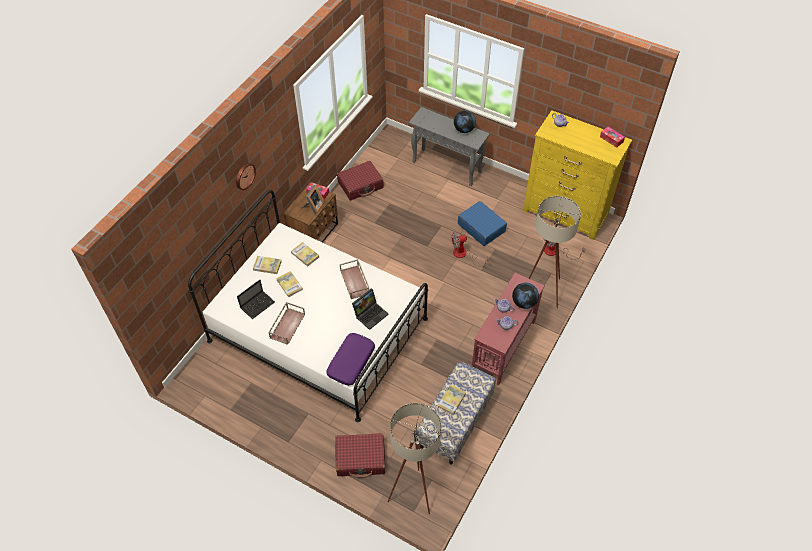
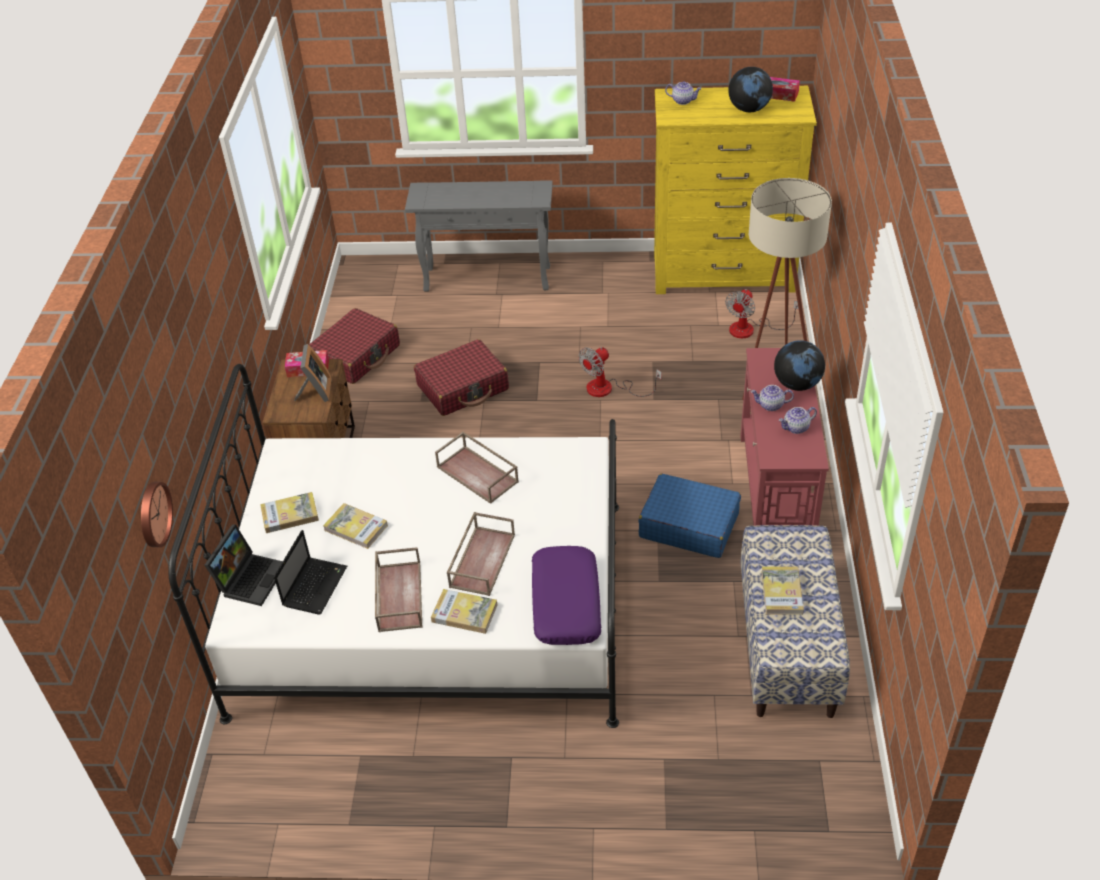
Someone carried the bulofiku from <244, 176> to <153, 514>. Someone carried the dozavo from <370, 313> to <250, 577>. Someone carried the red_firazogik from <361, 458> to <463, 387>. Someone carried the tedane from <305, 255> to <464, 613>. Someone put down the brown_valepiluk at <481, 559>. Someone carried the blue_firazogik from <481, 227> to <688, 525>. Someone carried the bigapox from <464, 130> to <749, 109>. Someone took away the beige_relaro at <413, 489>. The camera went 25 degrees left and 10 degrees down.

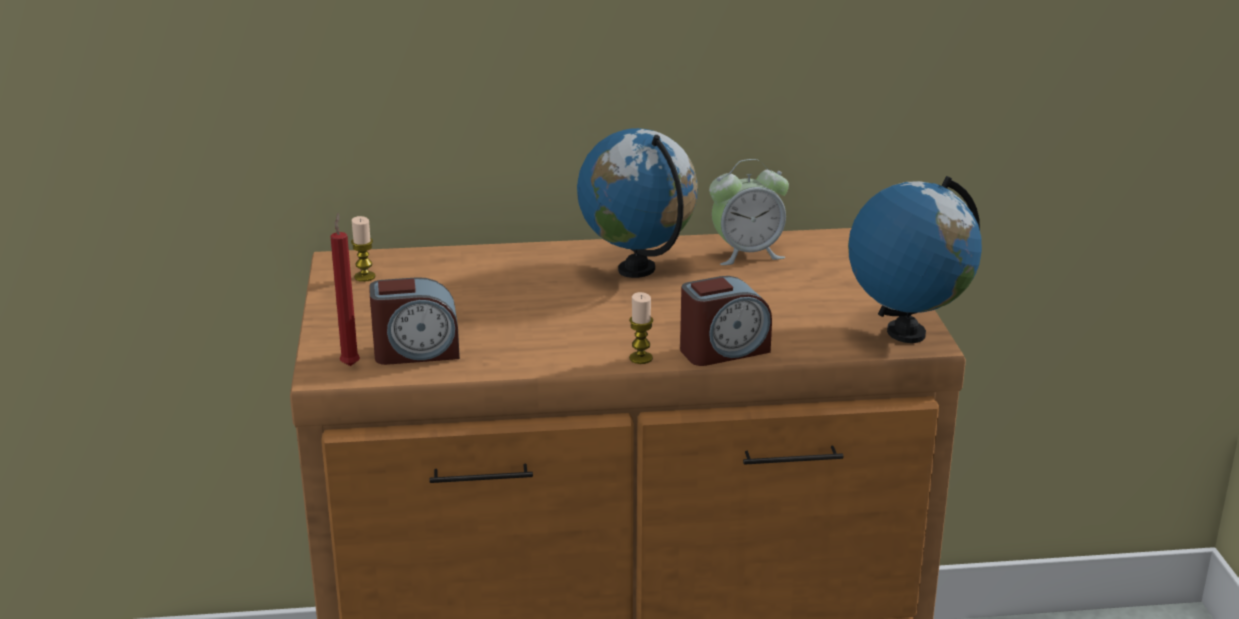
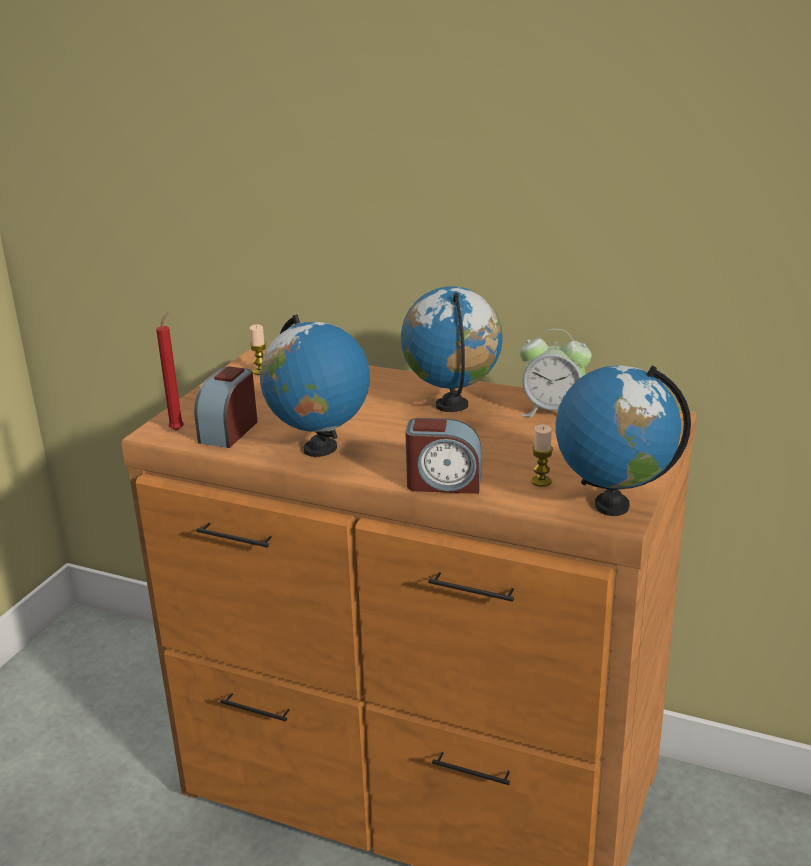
Someone rotated the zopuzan at <416, 352> by 90 degrees clockwise. Someone put down the bigapox at <319, 449>. Someone carried the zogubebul from <641, 358> to <541, 481>. The camera went 30 degrees right and 0 degrees up.

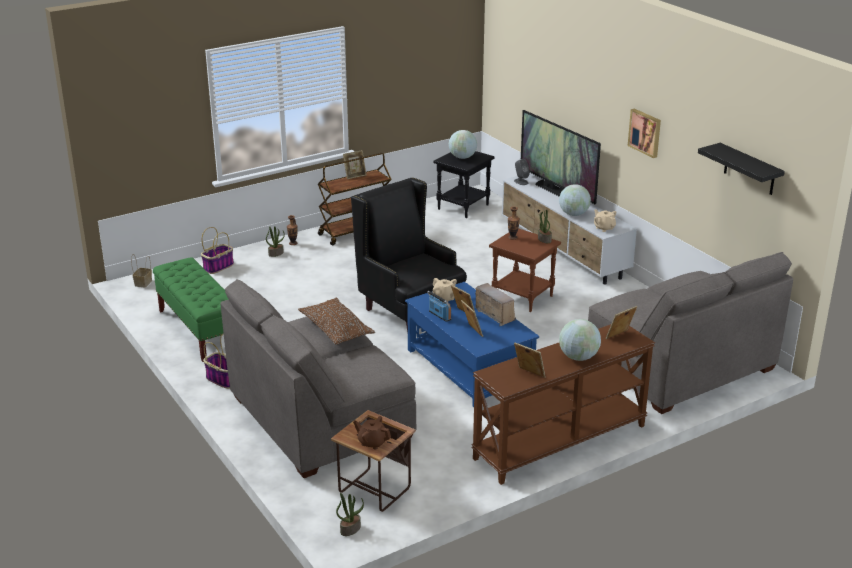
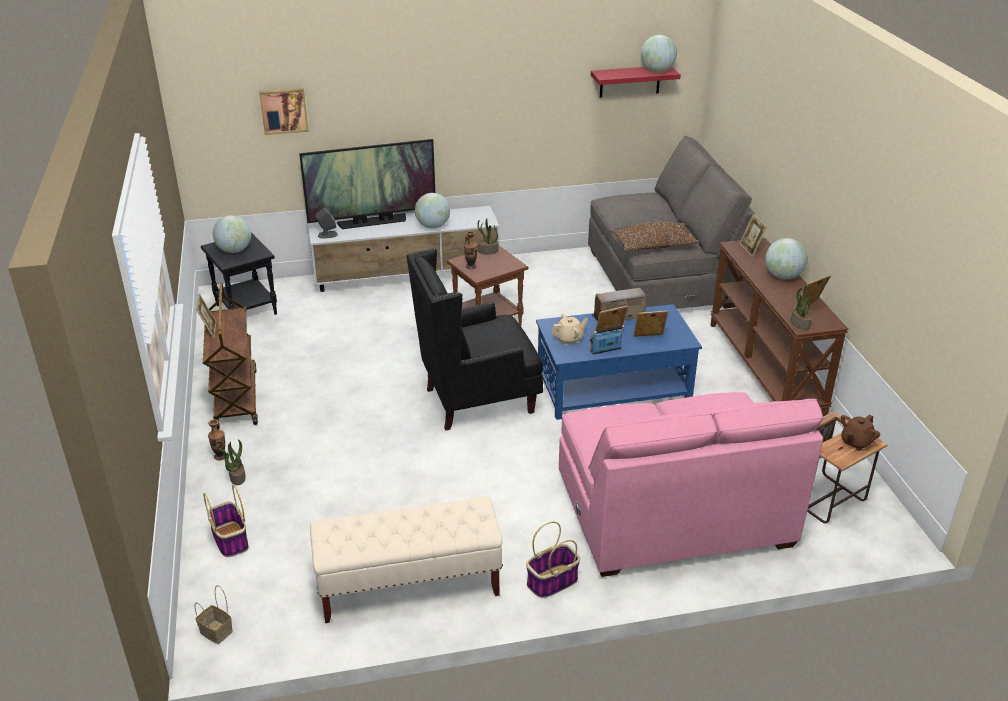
Someone carried the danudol from <645, 132> to <284, 110>. Someone repainted the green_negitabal at <199, 330>, which became the beige_negitabal at <408, 586>. Someone repainted the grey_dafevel at <321, 417>, which became the pink_dafevel at <672, 511>. Someone repainted the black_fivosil at <749, 170>, which became the red_fivosil at <630, 81>. Someone carried the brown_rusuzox from <336, 329> to <653, 245>. Someone put down the bigapox at <657, 71>. Someone carried the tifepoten from <350, 529> to <799, 324>. Someone took away the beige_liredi at <604, 228>. The camera went 70 degrees left and 5 degrees up.

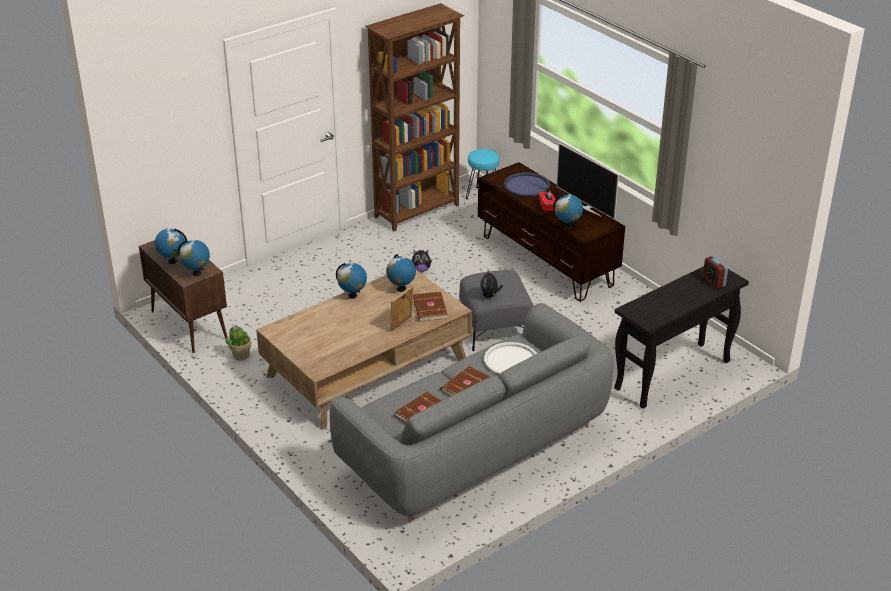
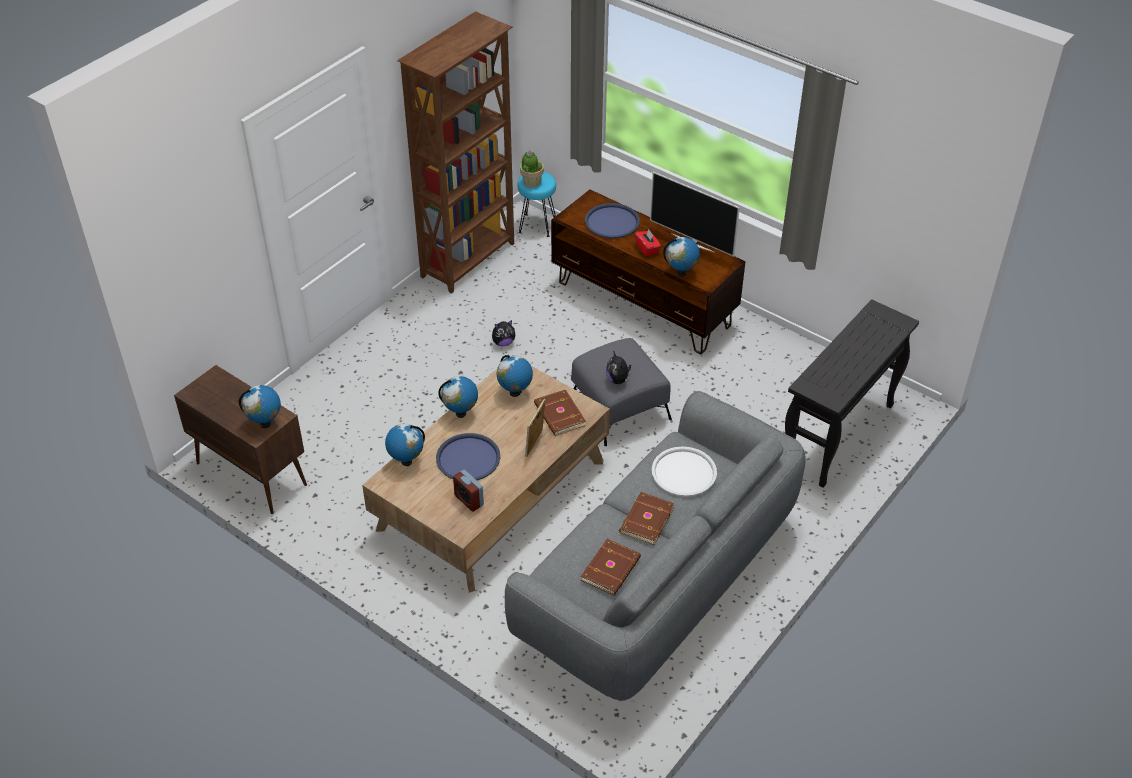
Someone carried the bigapox from <172, 261> to <406, 461>. Someone put down the blue_valepiluk at <468, 458>. Someone carried the zopuzan from <714, 282> to <469, 500>. Someone carried the tifepoten from <240, 355> to <531, 182>. The camera went 15 degrees left and 10 degrees up.

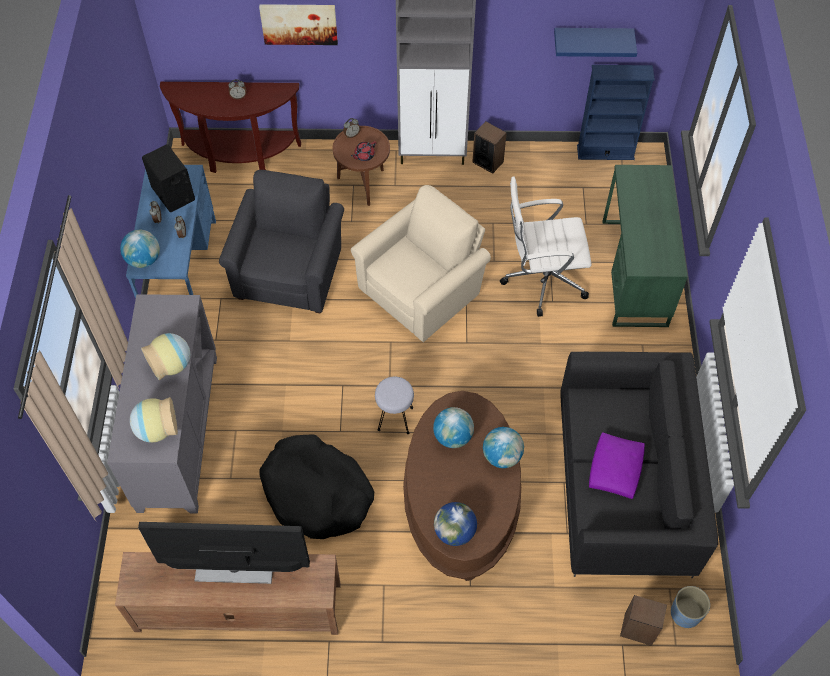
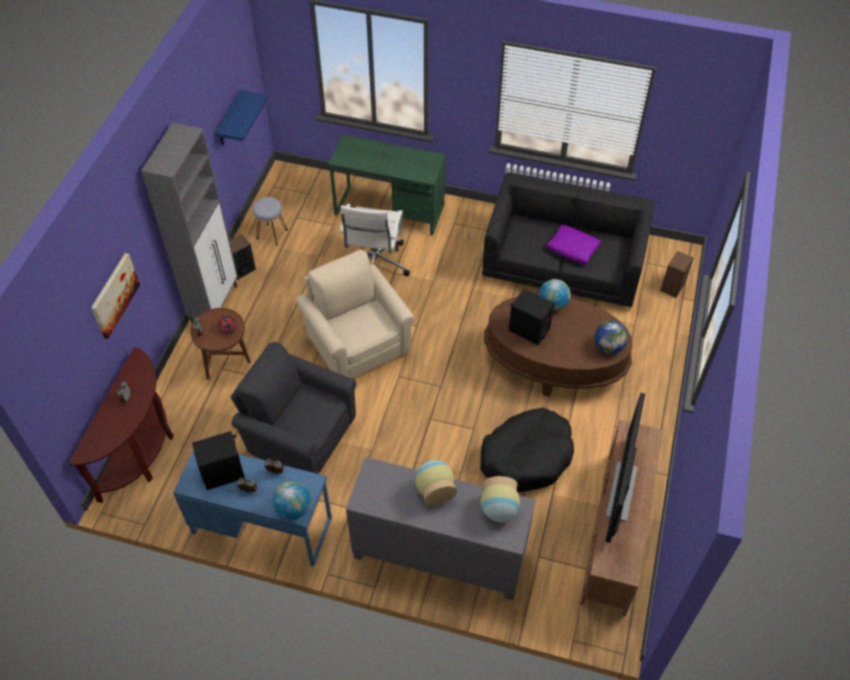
Someone carried the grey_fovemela from <394, 418> to <272, 234>. Someone swapped the bigapox at <453, 436> for the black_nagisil at <528, 330>. Someone took away the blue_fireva at <605, 152>. Someone took away the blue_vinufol at <685, 613>. The camera went 75 degrees left and 5 degrees down.

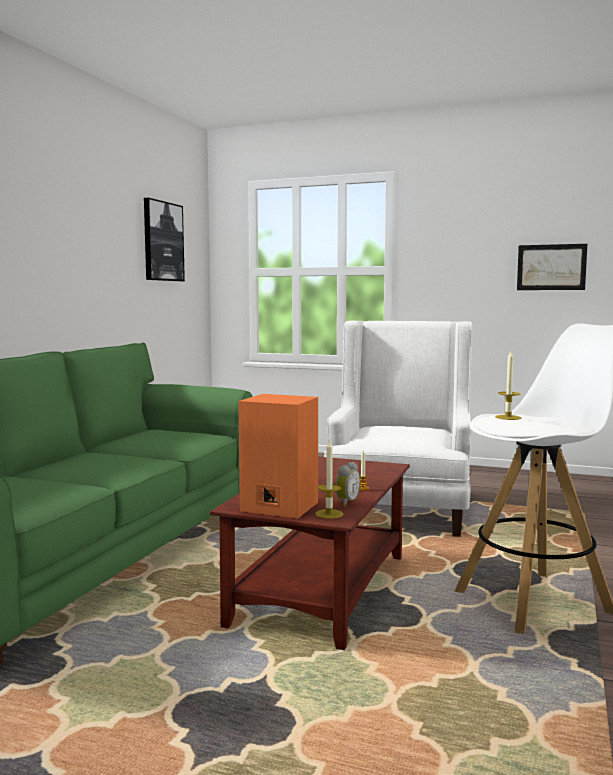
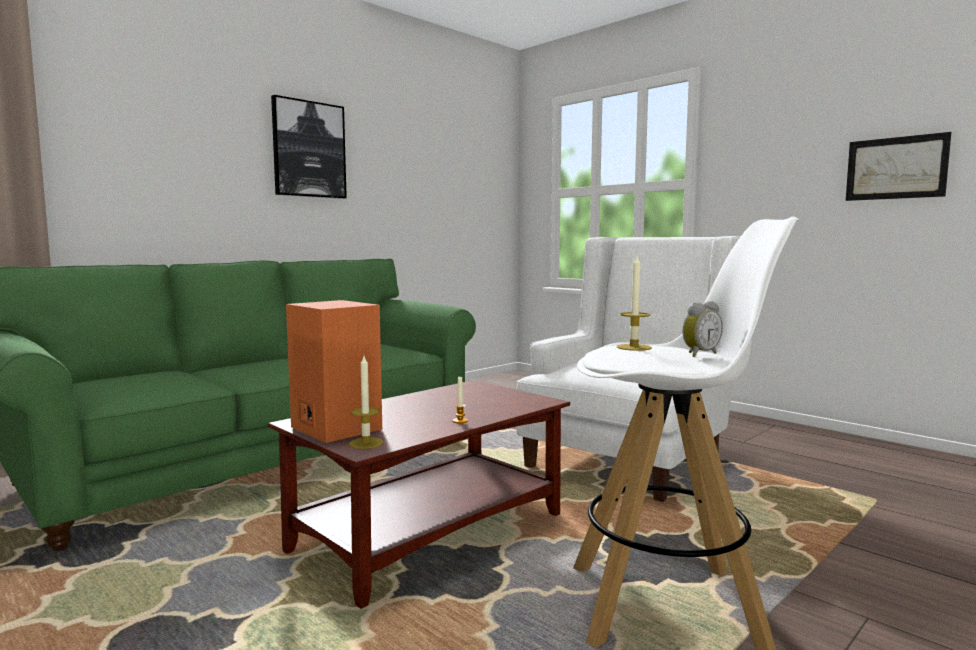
Someone carried the danudol from <162, 241> to <309, 149>. Someone carried the zopuzan from <345, 502> to <699, 354>. The camera went 25 degrees right and 0 degrees up.

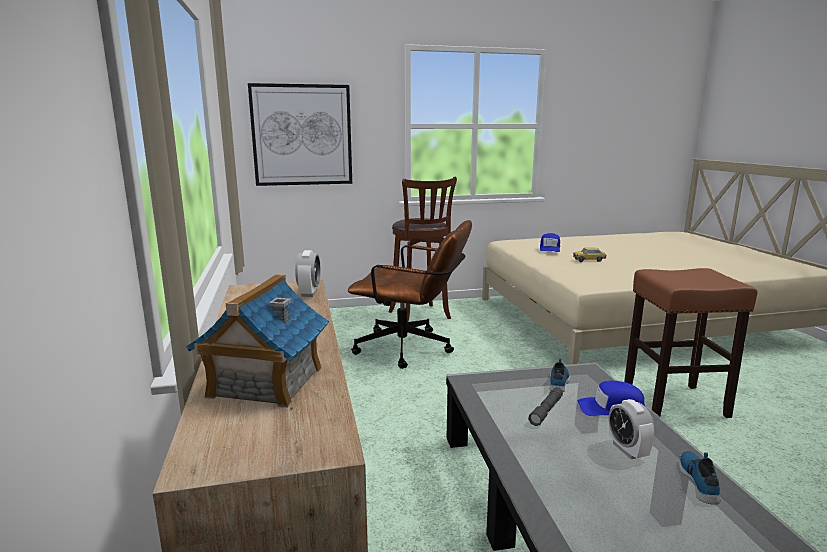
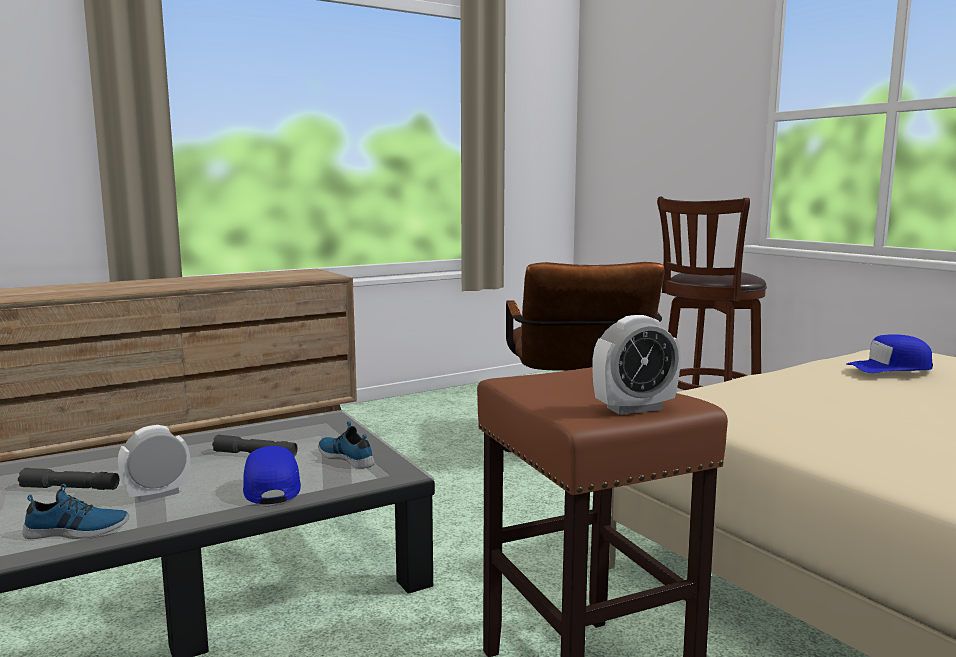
Someone put down the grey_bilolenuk at <70, 488>. Someone rotated the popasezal at <559, 381> by 135 degrees counterclockwise. Someone carried the zopuzan from <309, 293> to <634, 408>. Someone took away the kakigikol at <265, 382>. Someone took away the danudol at <302, 135>. Someone took away the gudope at <589, 260>. The camera went 70 degrees right and 5 degrees down.

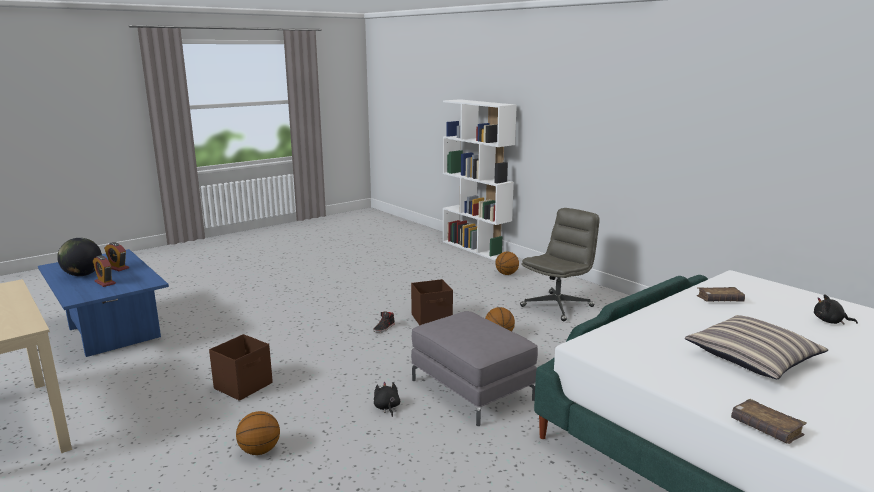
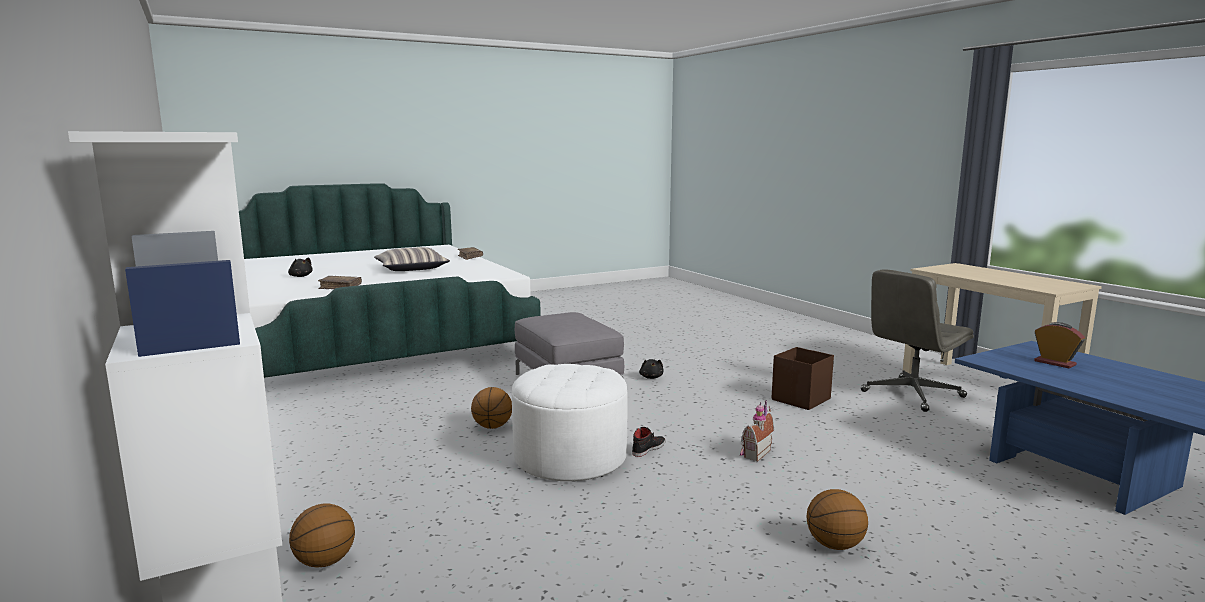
Someone swapped the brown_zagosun at <432, 319> for the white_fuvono at <570, 457>. Someone put down the kakigikol at <754, 453>. Someone carried the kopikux from <259, 450> to <835, 545>. Someone carried the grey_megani from <557, 306> to <912, 395>. Someone took away the bigapox at <83, 275>. Someone took away the zopuzan at <118, 268>. The camera went 170 degrees left and 5 degrees down.

